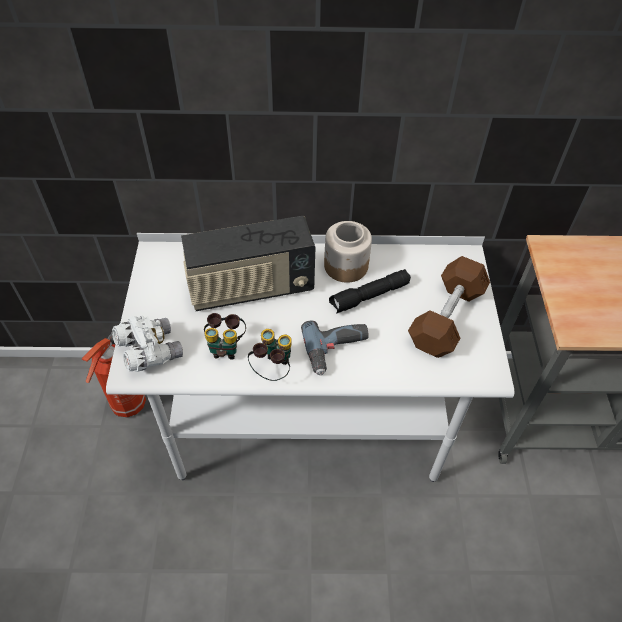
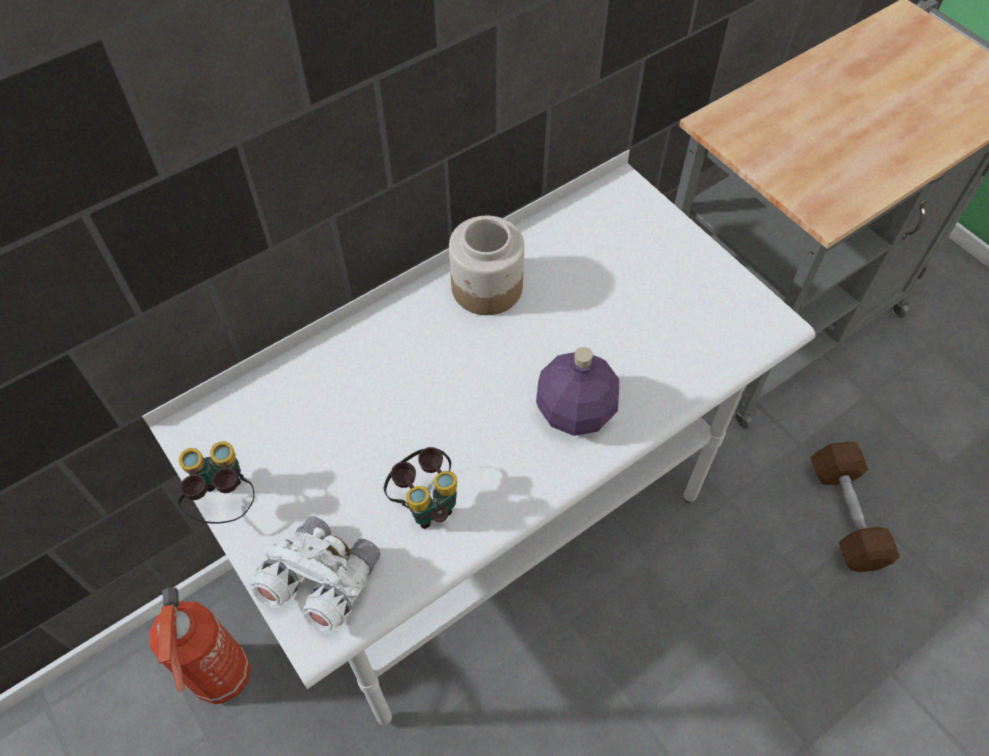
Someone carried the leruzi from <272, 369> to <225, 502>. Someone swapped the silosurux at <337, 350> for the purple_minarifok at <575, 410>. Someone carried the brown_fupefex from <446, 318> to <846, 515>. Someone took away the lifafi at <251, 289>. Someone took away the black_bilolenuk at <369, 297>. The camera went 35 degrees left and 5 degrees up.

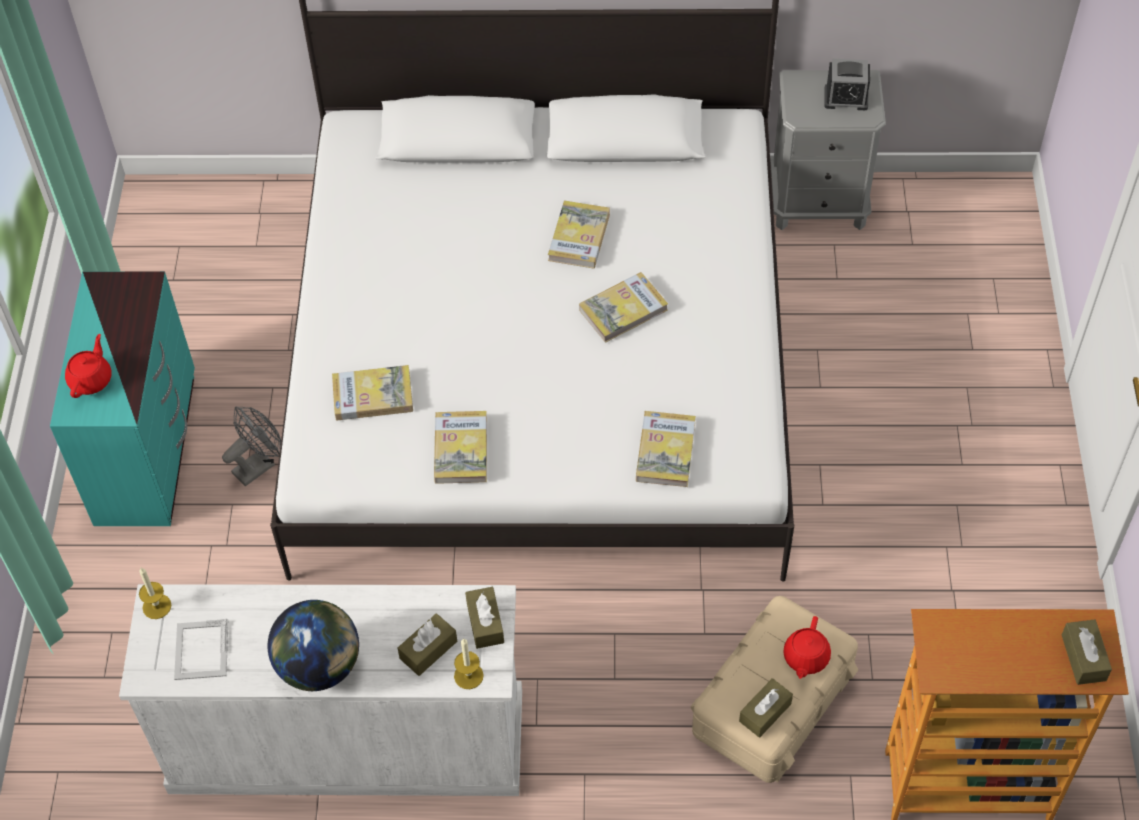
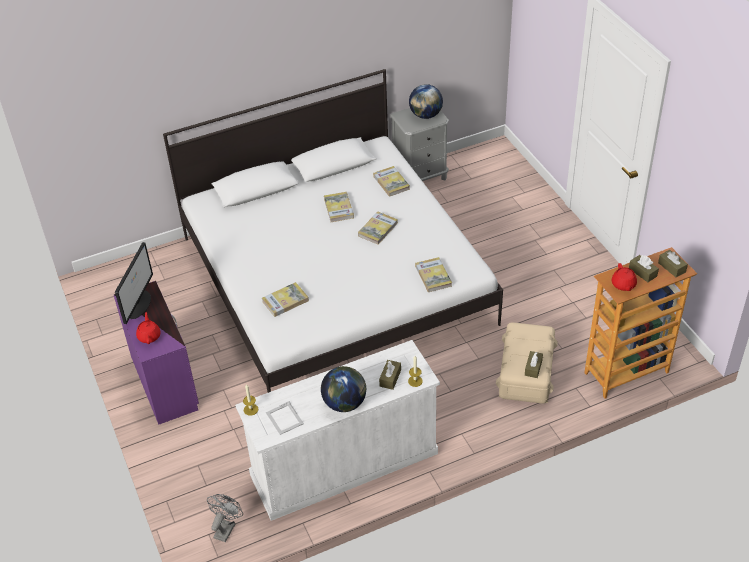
Someone repainted the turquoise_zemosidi at <148, 448>, which became the purple_zemosidi at <165, 382>. Someone put down the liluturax at <138, 304>. Someone carried the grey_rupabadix from <258, 465> to <226, 528>. Someone carried the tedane from <461, 449> to <391, 183>. Someone swapped the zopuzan at <846, 98> for the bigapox at <426, 115>. Someone carried the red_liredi from <805, 658> to <623, 285>. Someone carried the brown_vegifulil from <485, 623> to <642, 272>. The camera went 25 degrees left and 10 degrees down.

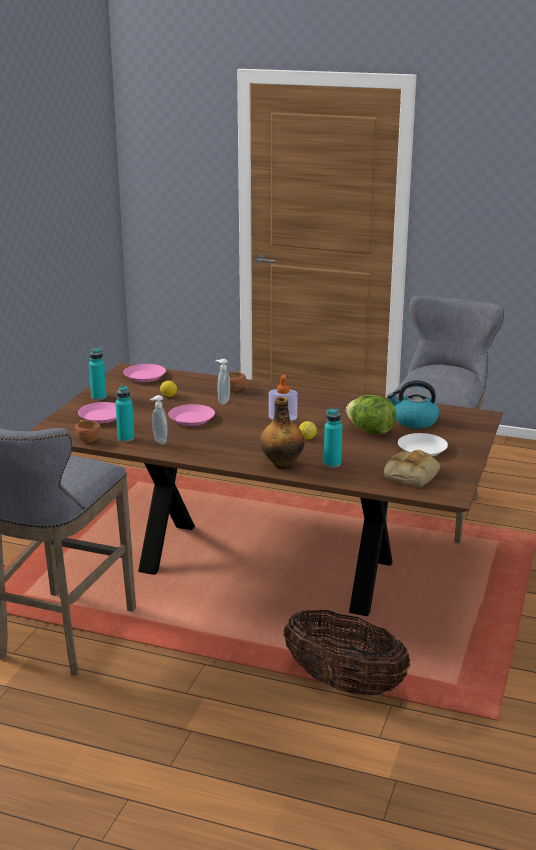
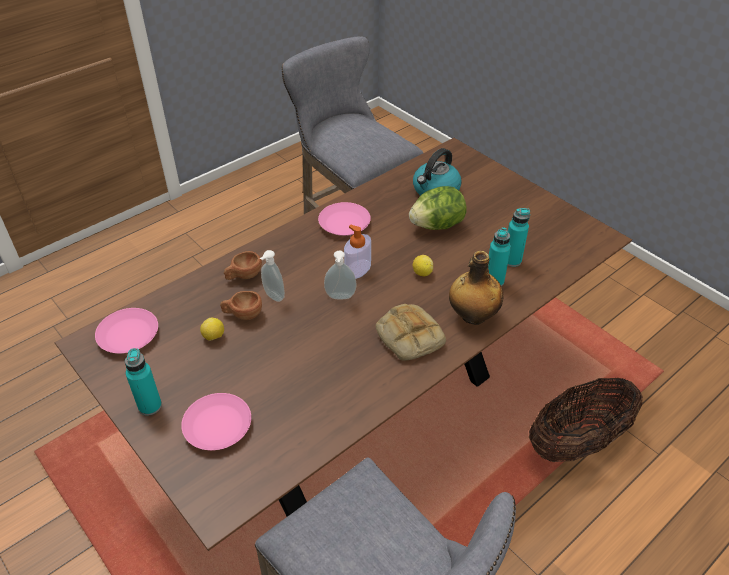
Someone carried the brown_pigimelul from <87, 439> to <242, 315>. Someone carried the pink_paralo from <192, 419> to <344, 223>. Someone carried the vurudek from <159, 441> to <340, 297>. Someone carried the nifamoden from <410, 474> to <408, 336>. Someone carried the turquoise_minarifok from <126, 438> to <512, 260>. Someone took away the white_paralo at <422, 449>. The camera went 60 degrees left and 20 degrees up.

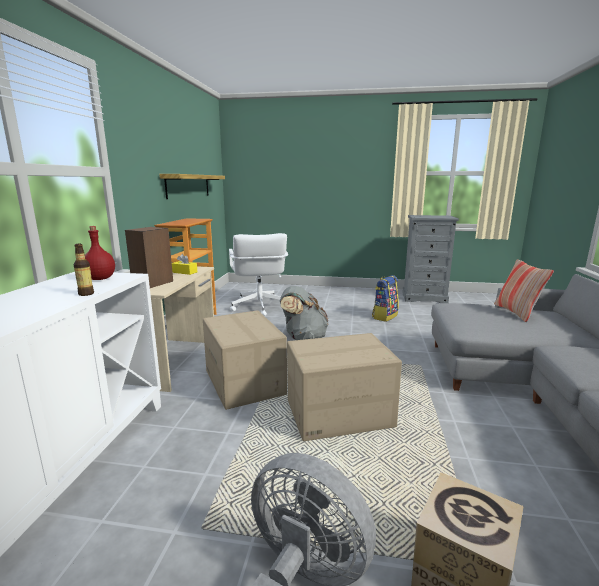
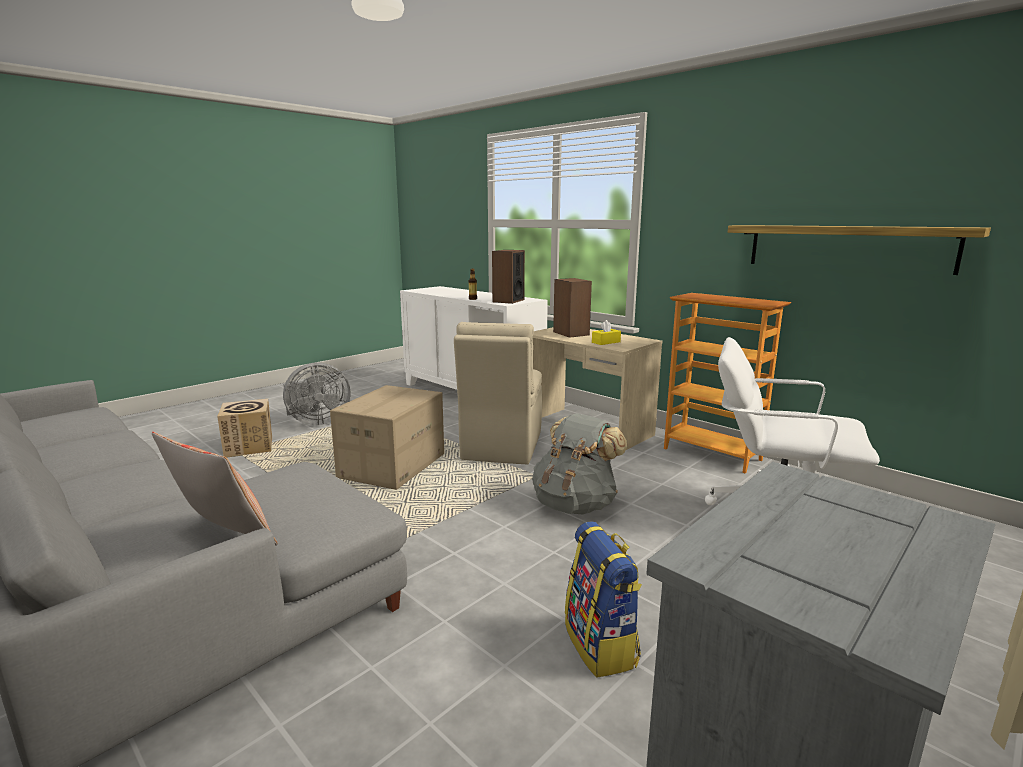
Someone swapped the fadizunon at <245, 382> for the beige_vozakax at <501, 447>. Someone swapped the red_minarifok at <100, 279> for the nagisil at <508, 301>. The camera went 125 degrees right and 0 degrees up.

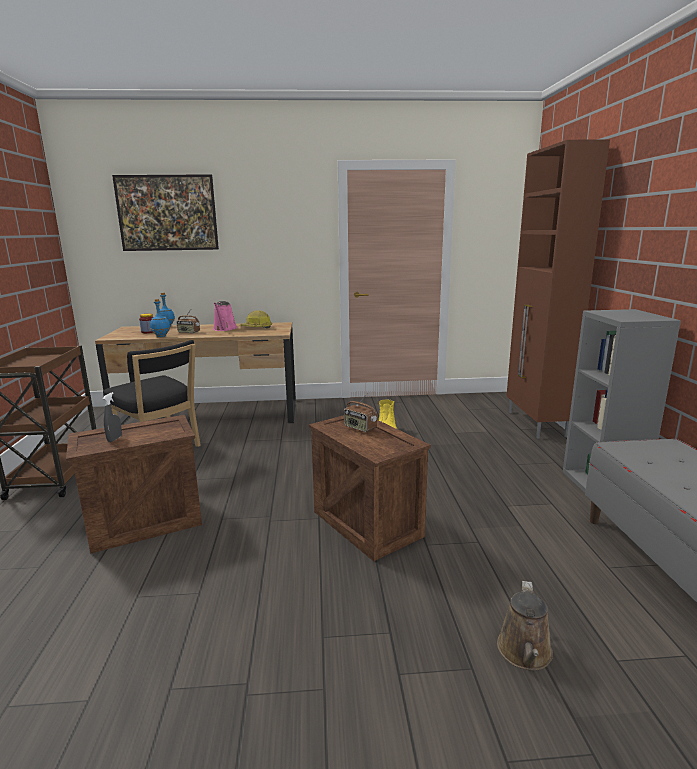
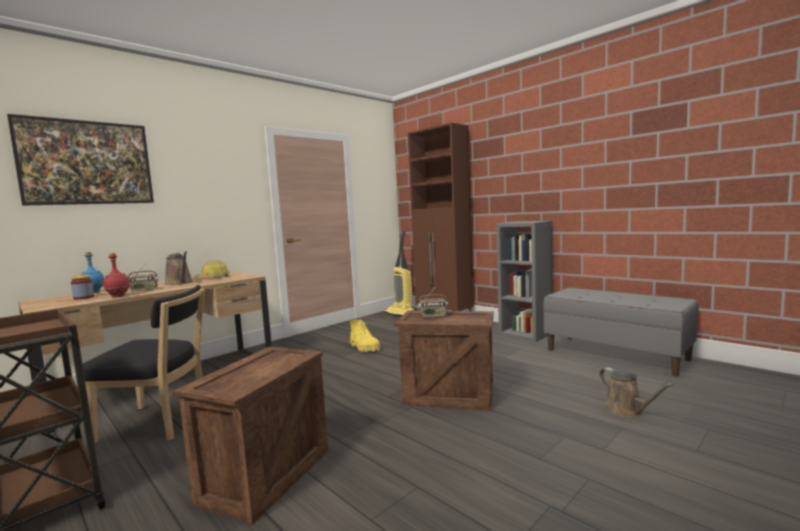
Someone repainted the blue_minarifok at <161, 336>, which became the red_minarifok at <117, 296>. Someone repainted the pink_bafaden at <224, 329>, which became the brown_bafaden at <179, 283>. Someone put down the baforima at <400, 313>. Someone took away the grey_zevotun at <114, 439>. The camera went 40 degrees left and 10 degrees down.

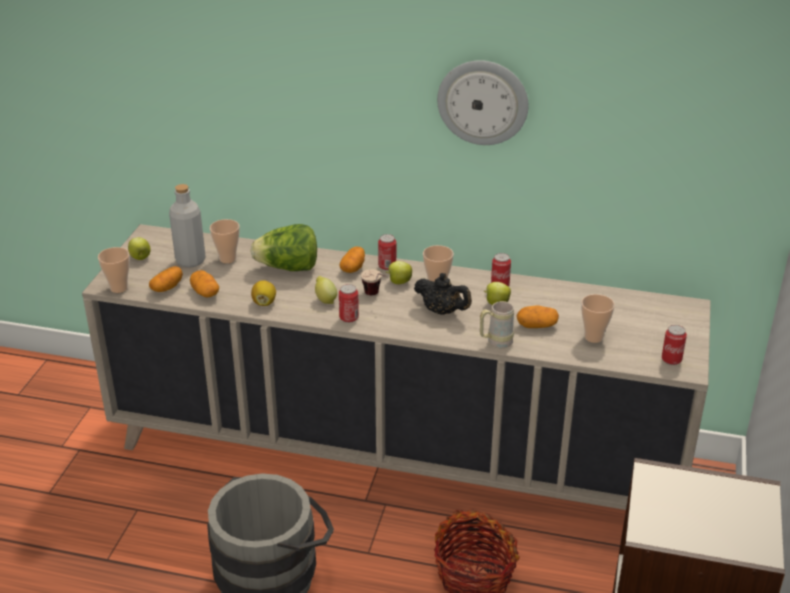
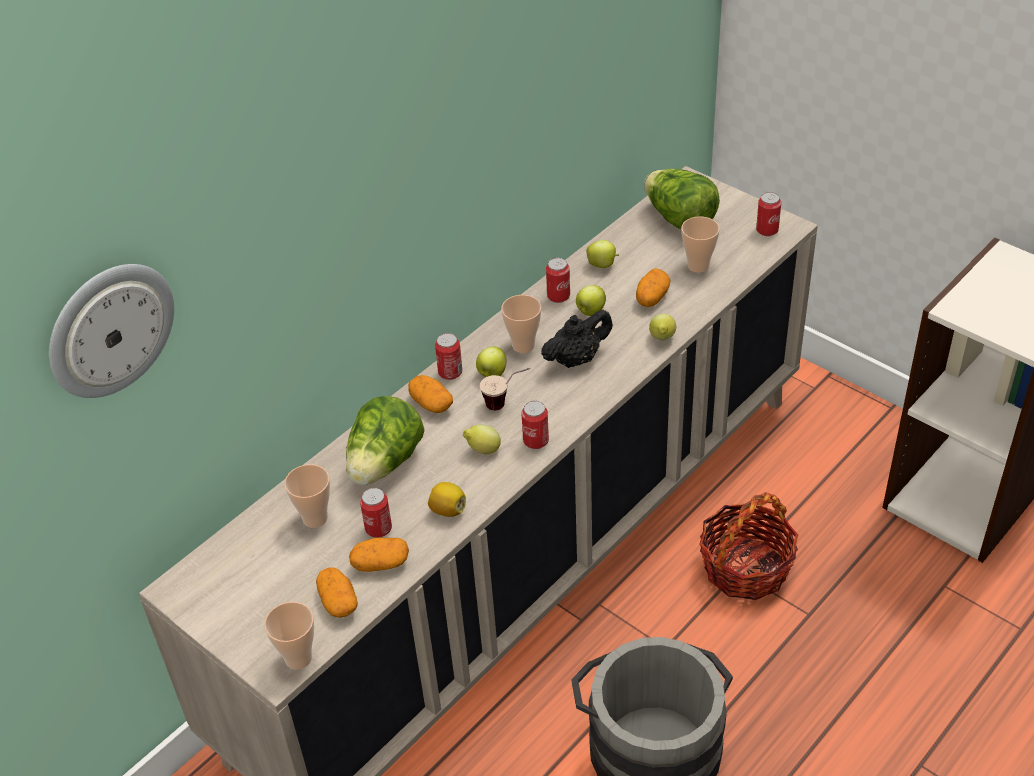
Someone carried the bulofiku from <483, 102> to <110, 329>. Someone put down the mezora at <378, 529>. Someone carried the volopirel from <140, 258> to <602, 265>. Someone put down the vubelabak at <679, 219>. Someone swapped the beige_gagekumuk at <495, 342> for the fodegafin at <662, 339>. Someone took away the grey_minarifok at <190, 260>. The camera went 60 degrees left and 10 degrees up.

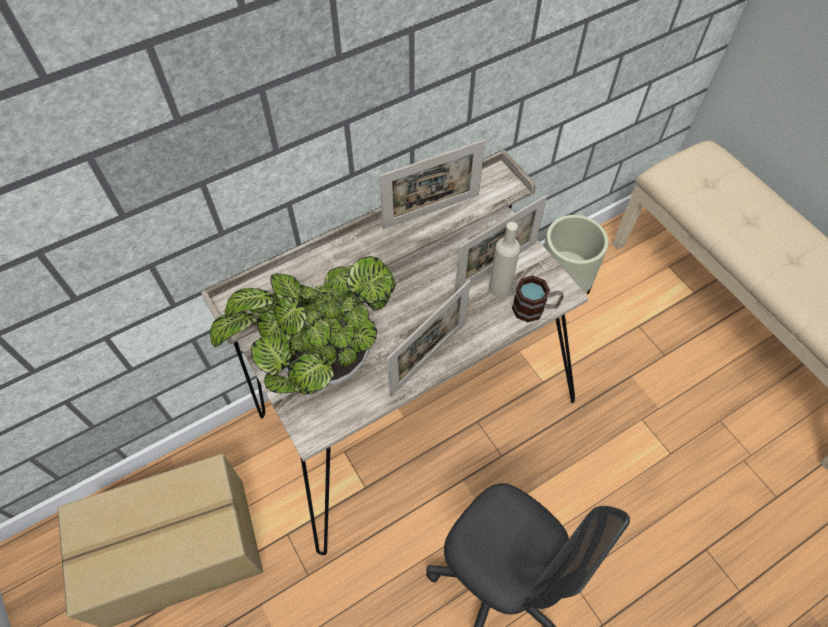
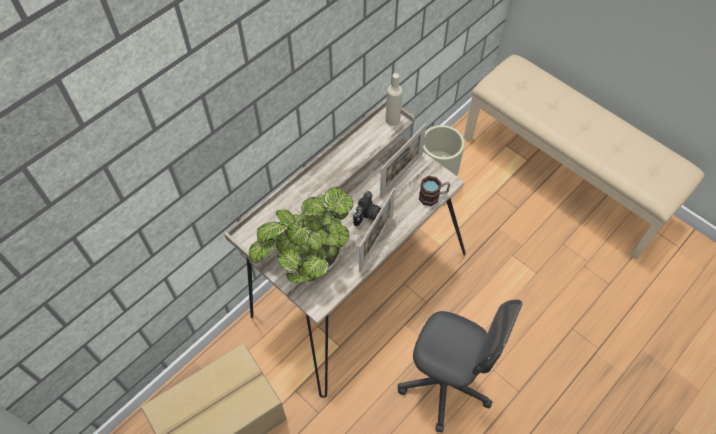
Someone put down the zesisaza at <367, 215>. Someone carried the beige_minarifok from <500, 287> to <392, 120>. Someone took away the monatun at <431, 211>. The camera went 15 degrees left and 0 degrees up.

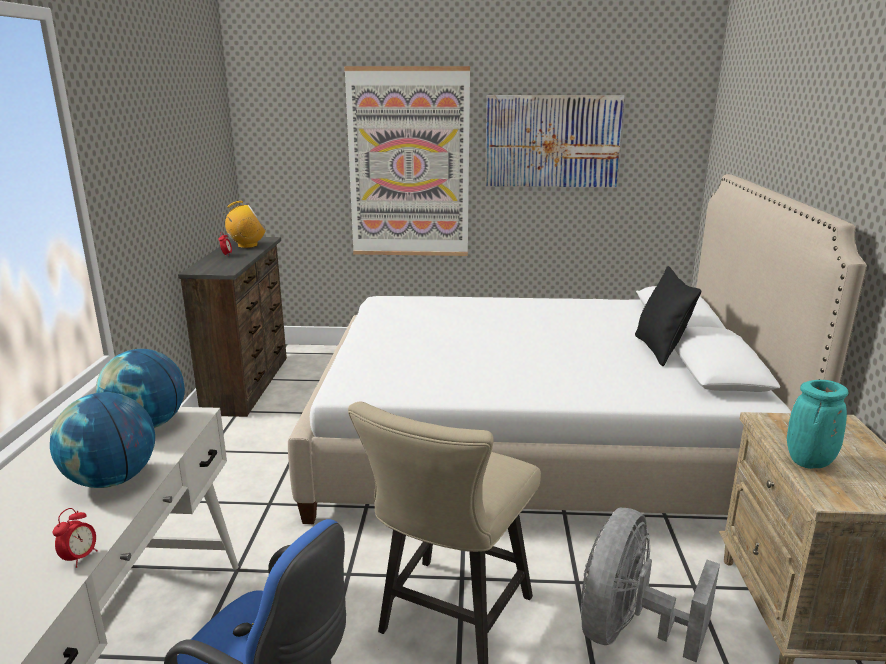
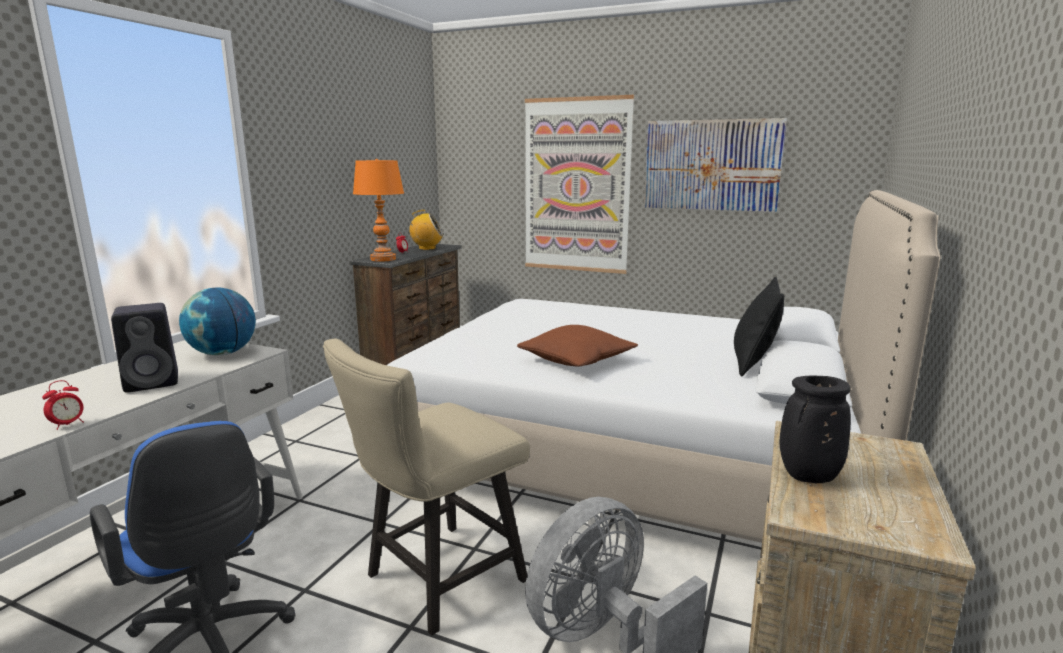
Someone swapped the bigapox at <112, 480> for the black_nagisil at <154, 382>. Someone put down the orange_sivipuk at <383, 259>. Someone put down the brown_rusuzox at <576, 361>. Someone repainted the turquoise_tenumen at <808, 463>, which became the black_tenumen at <808, 477>. The camera went 20 degrees right and 5 degrees down.

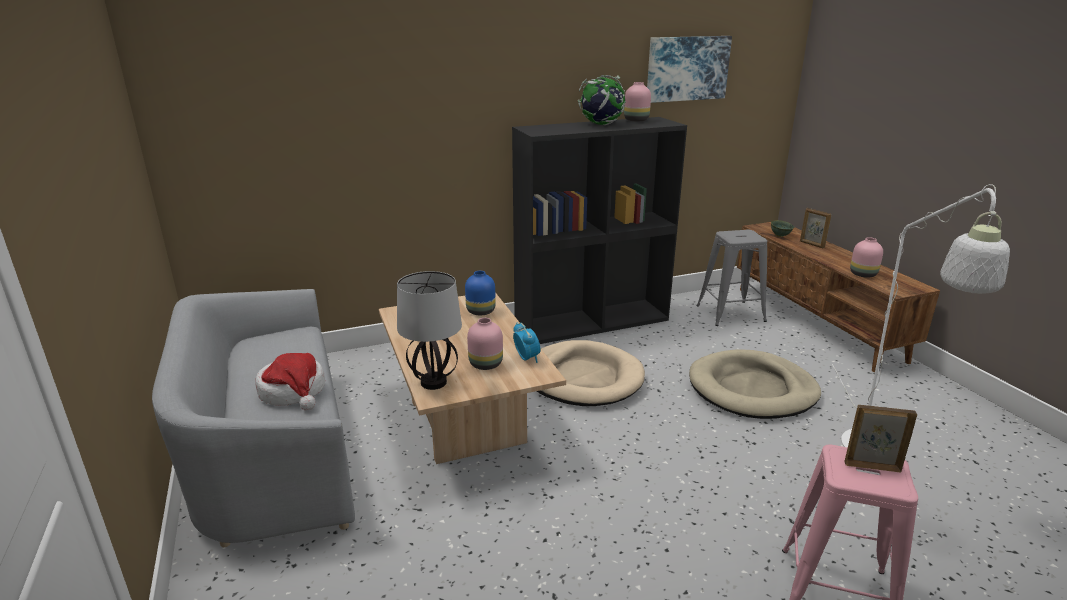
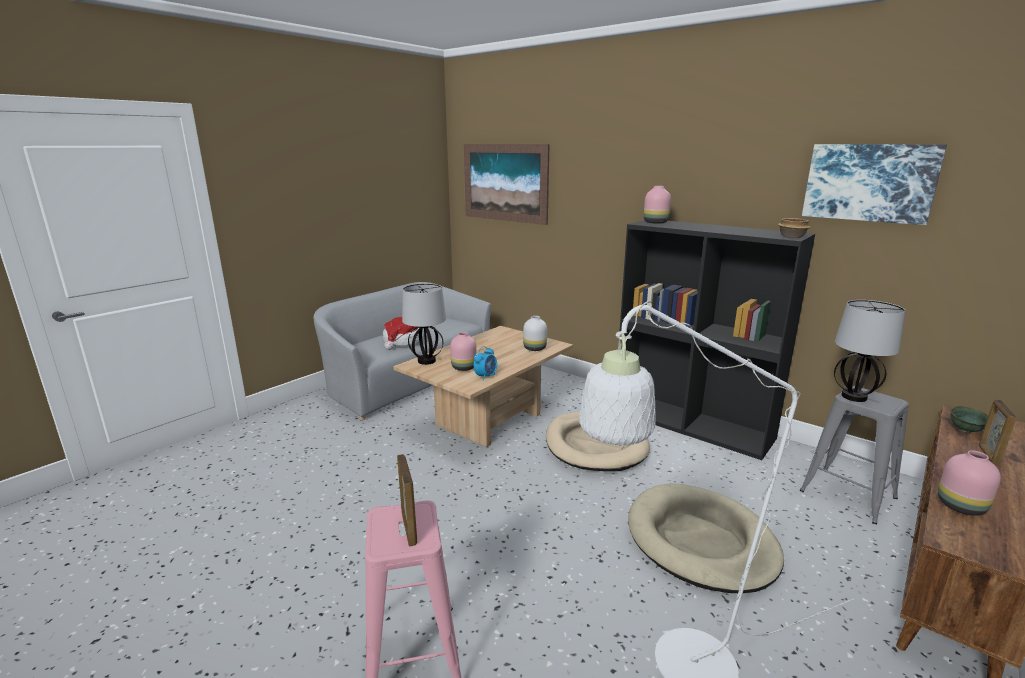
Someone put up the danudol at <505, 183>. Someone repainted the blue_tenumen at <481, 312>, which became the white_tenumen at <534, 348>. Someone carried the pink_tenumen from <637, 120> to <655, 223>. Someone put down the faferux at <791, 237>. Someone put down the sivipuk at <854, 397>. Someone took away the bigapox at <601, 124>. The camera went 60 degrees right and 5 degrees down.

